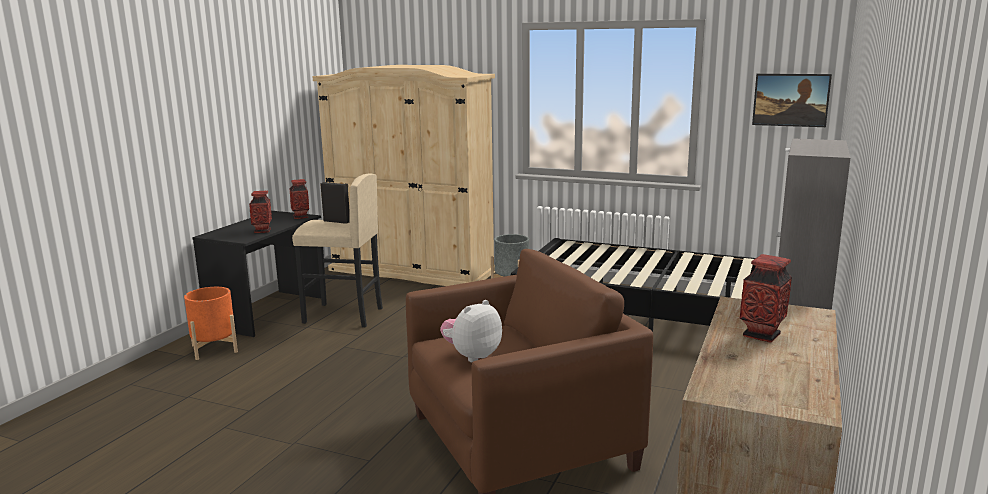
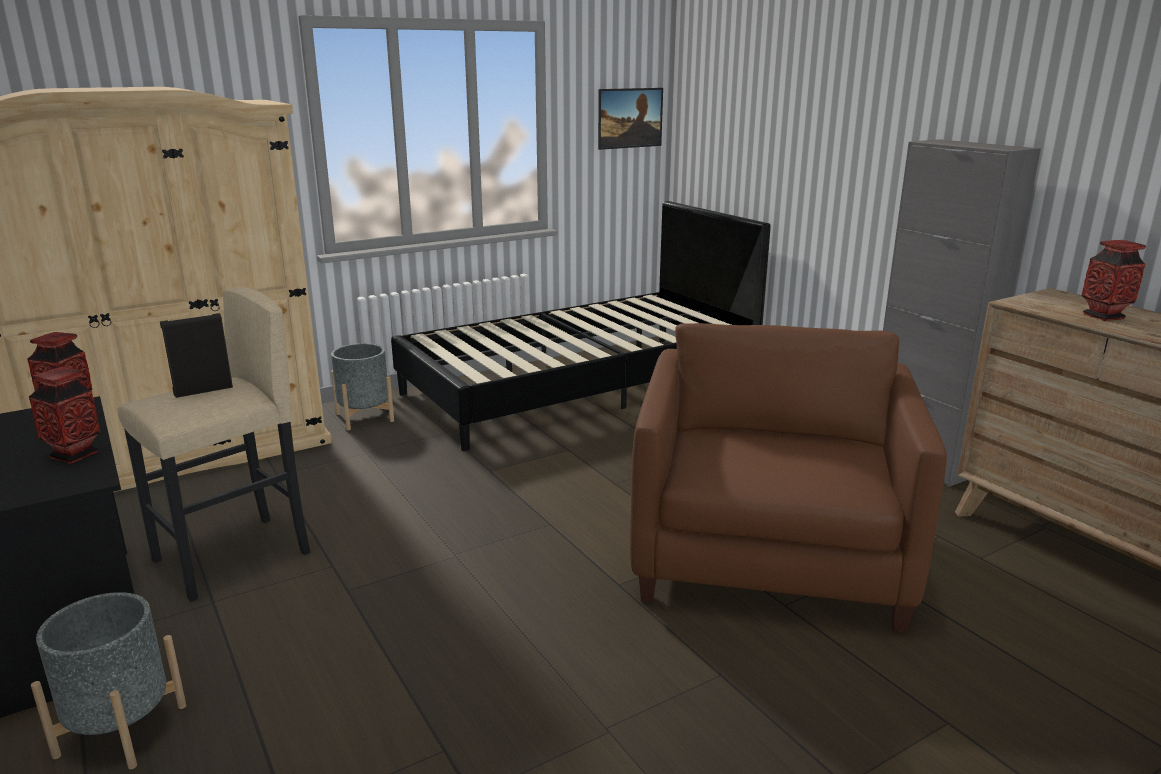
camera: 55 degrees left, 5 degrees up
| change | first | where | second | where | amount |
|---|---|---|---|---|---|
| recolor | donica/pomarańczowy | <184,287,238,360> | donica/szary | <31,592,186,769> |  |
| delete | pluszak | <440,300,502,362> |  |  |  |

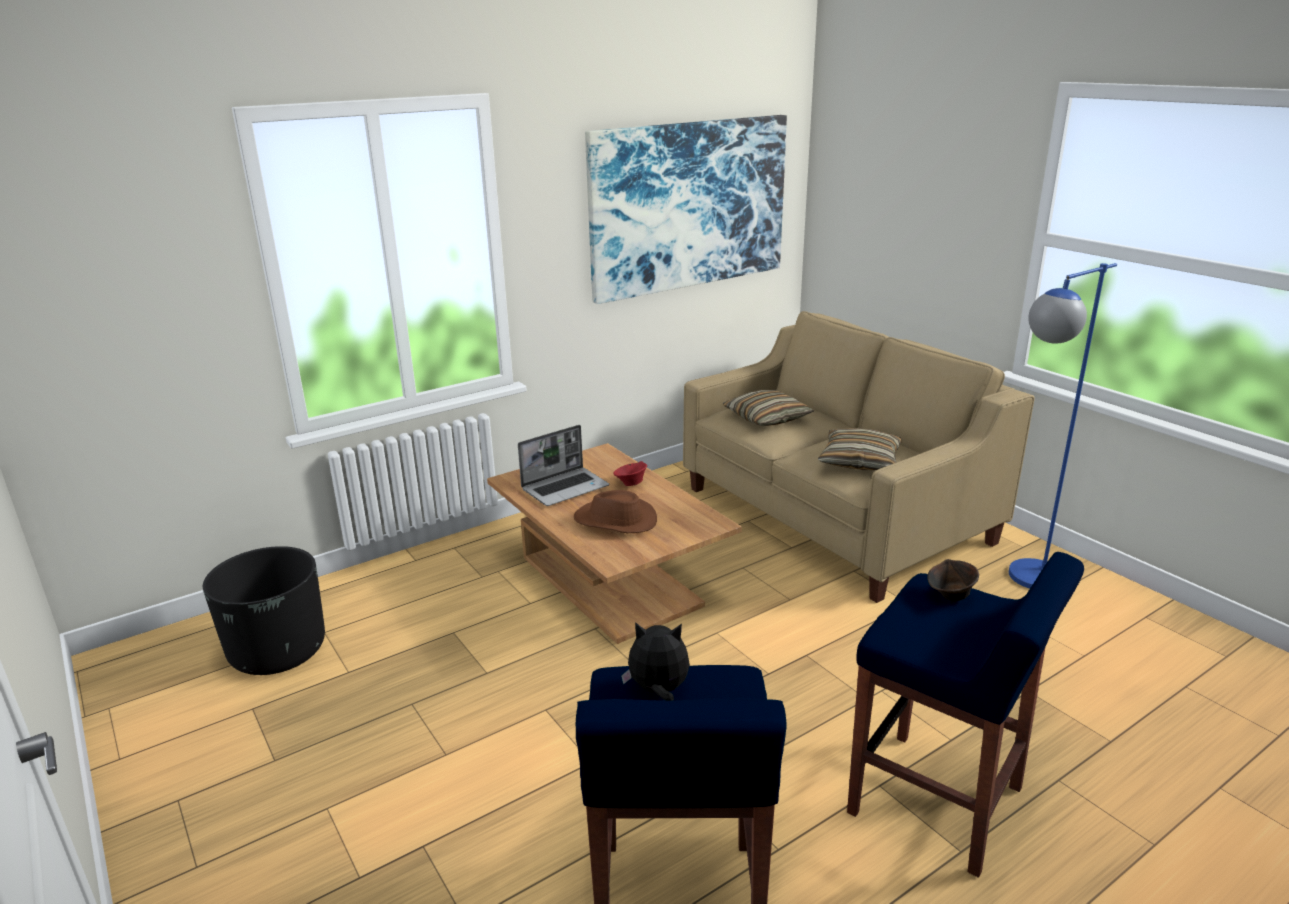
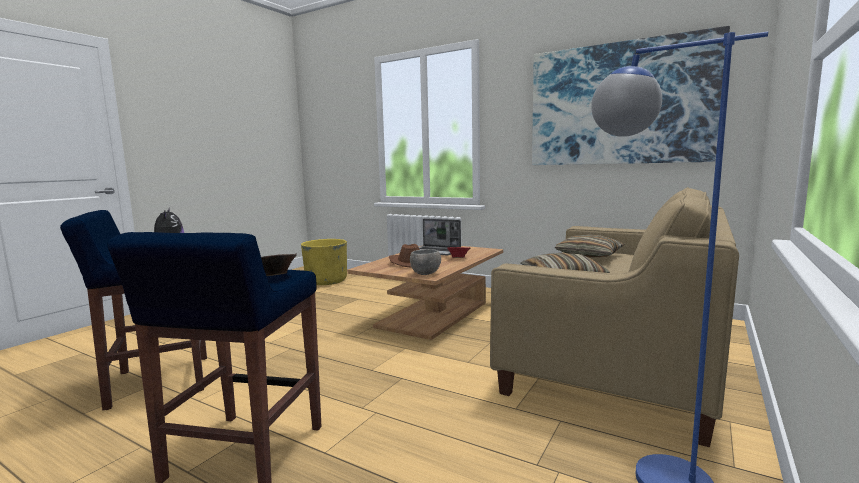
camera: 65 degrees right, 15 degrees down
| change | first | where | second | where | amount |
|---|---|---|---|---|---|
| recolor | donica/czarny | <203,546,325,675> | donica/żółty | <301,239,347,285> |  |
| insert |  |  | miska/szary | <410,249,441,275> |  |

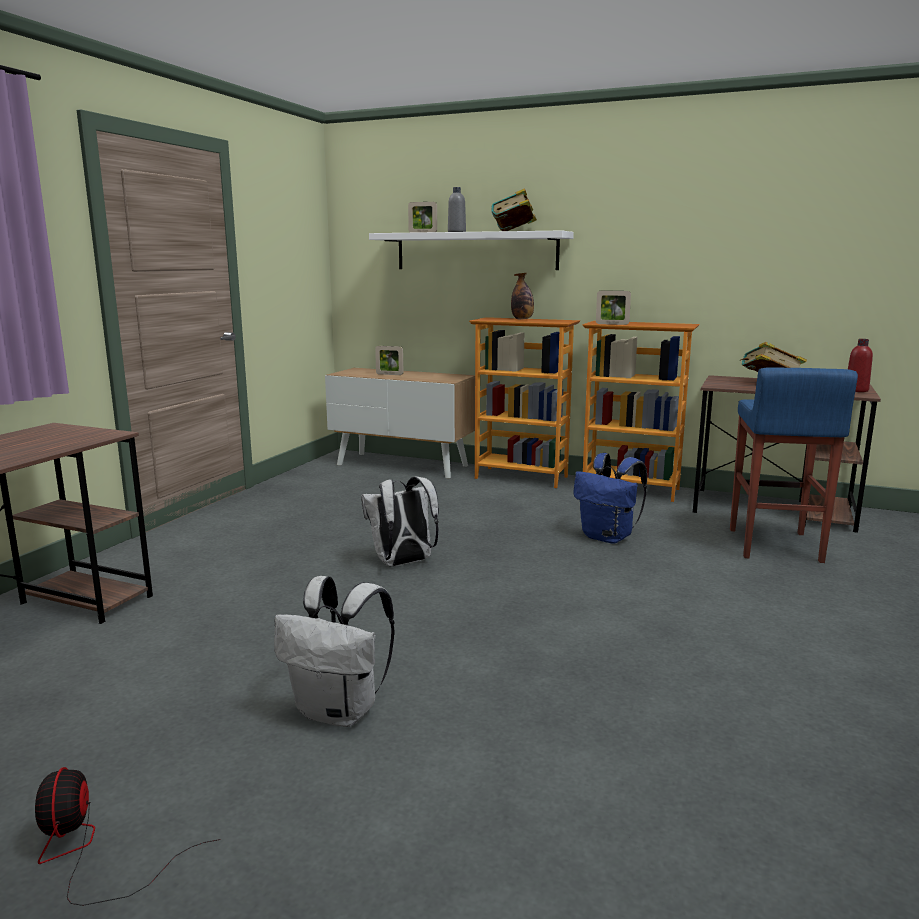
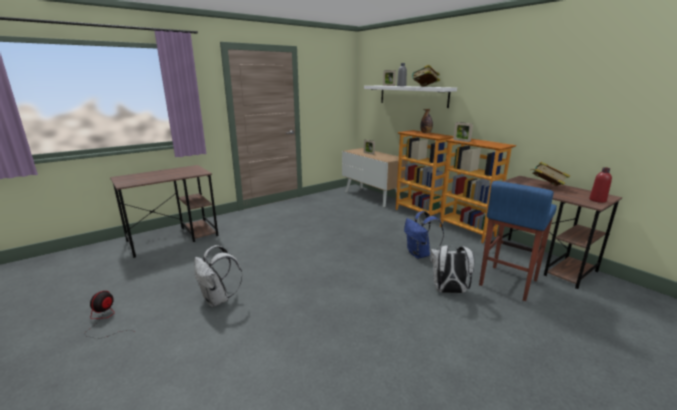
camera: 30 degrees right, 5 degrees up
| change | first | where | second | where | amount |
|---|---|---|---|---|---|
| move | plecak/biały | <361,477,439,566> |  | <430,245,474,293> |  |

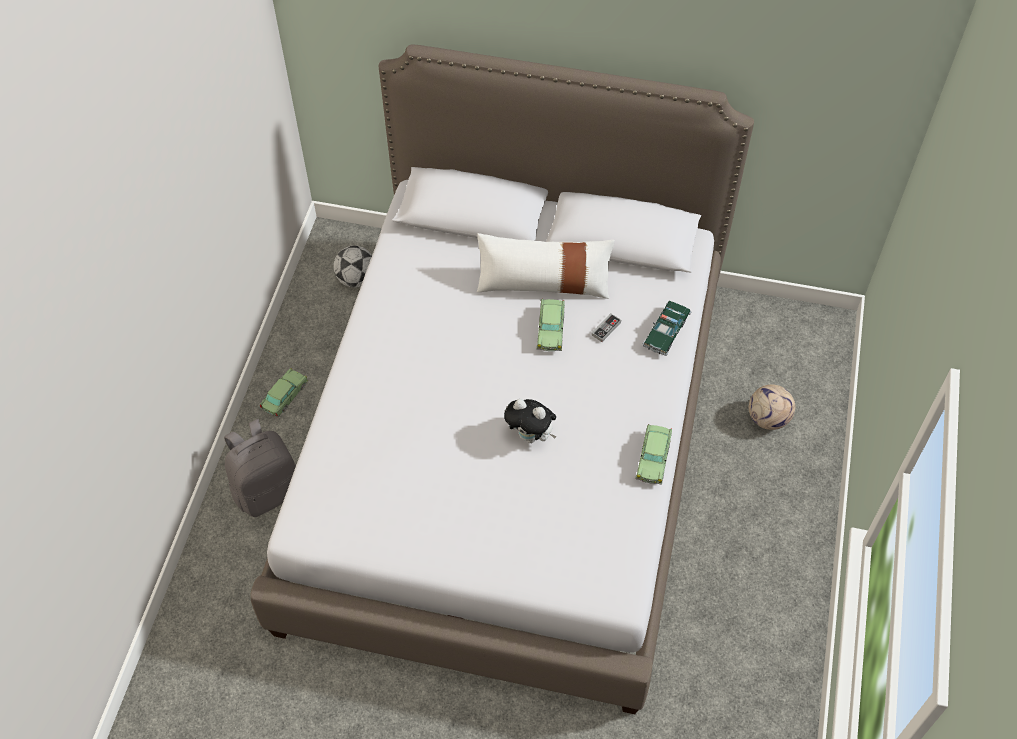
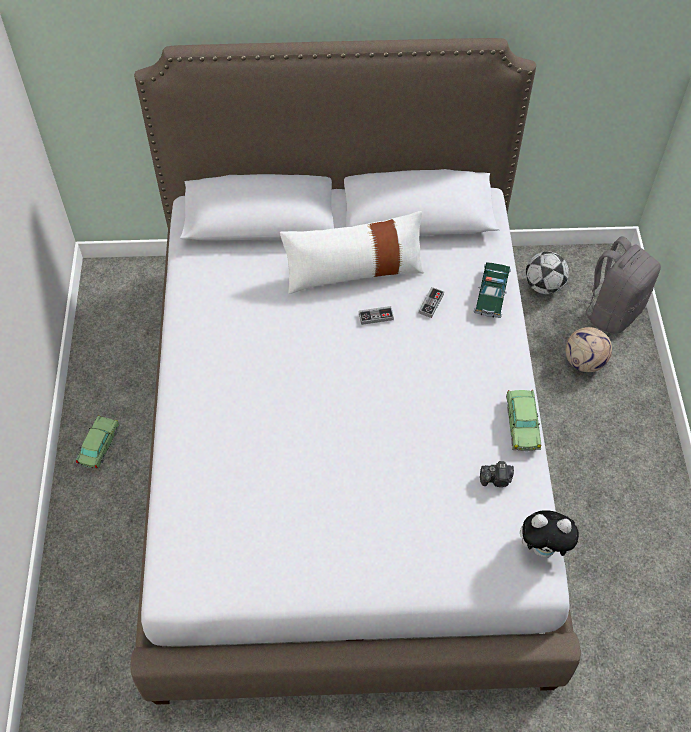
camera: 15 degrees left, 0 degrees up
| change | first | where | second | where | amount |
|---|---|---|---|---|---|
| move | plecak/szary | <224,419,296,517> |  | <576,236,661,334> |  |
| move | piłka futbolowa | <333,246,372,288> |  | <526,251,569,294> |  |
| move | pluszak | <504,399,557,443> |  | <520,510,582,557> |  |
| replace | samochodzik | <537,299,565,351> | pad do gier | <359,306,394,325> |  |
| insert |  |  | aparat fotograficzny | <480,461,514,487> |  |

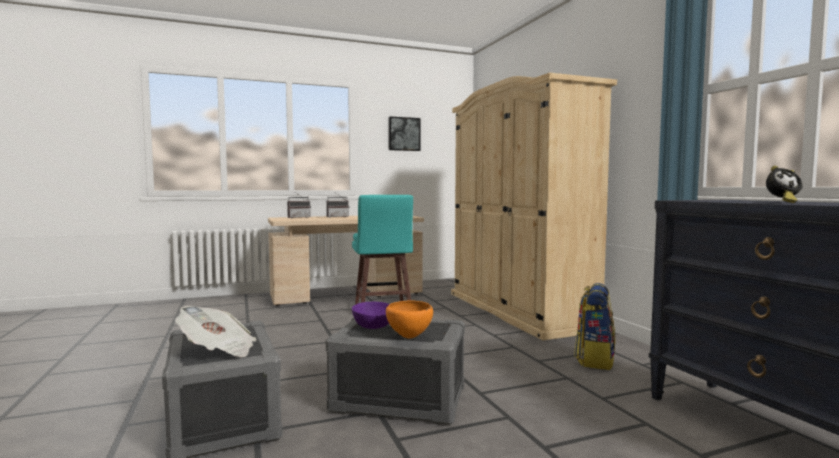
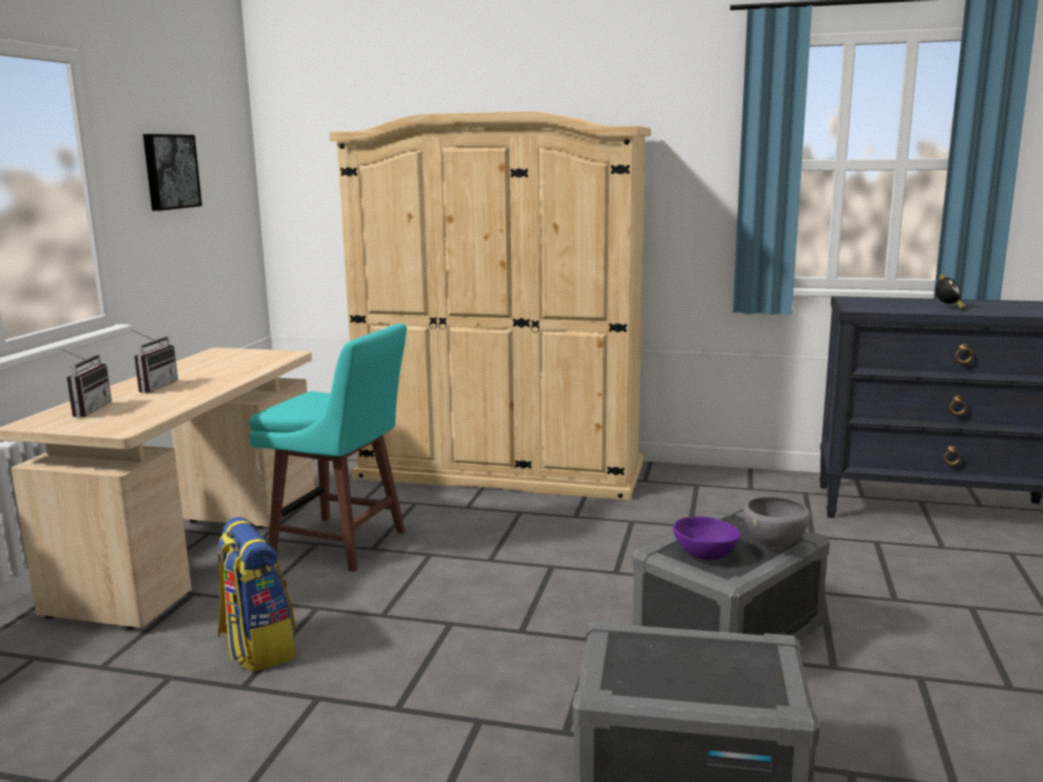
camera: 55 degrees left, 10 degrees up
| change | first | where | second | where | amount |
|---|---|---|---|---|---|
| delete | gazeta | <175,306,256,357> |  |  |  |
| recolor | miska/pomarańczowy | <386,300,433,339> | miska/szary | <743,497,810,549> |  |
| move | plecak | <574,283,615,370> |  | <218,517,296,672> |  |

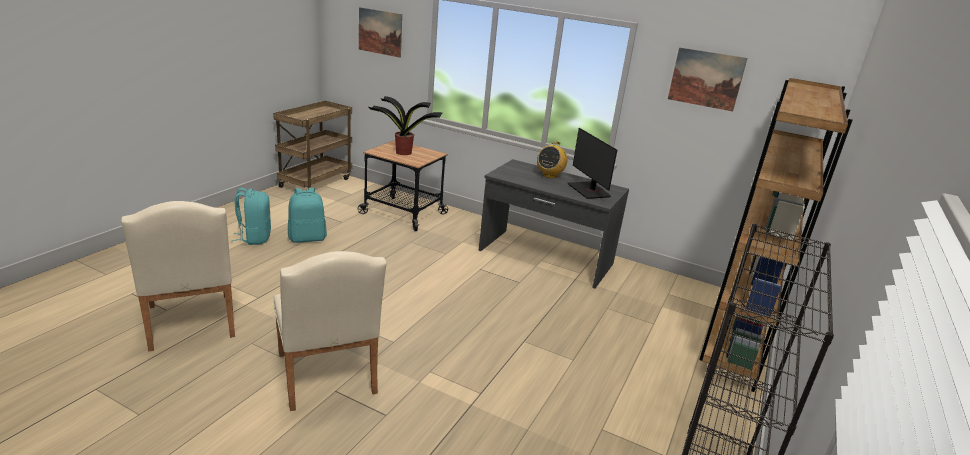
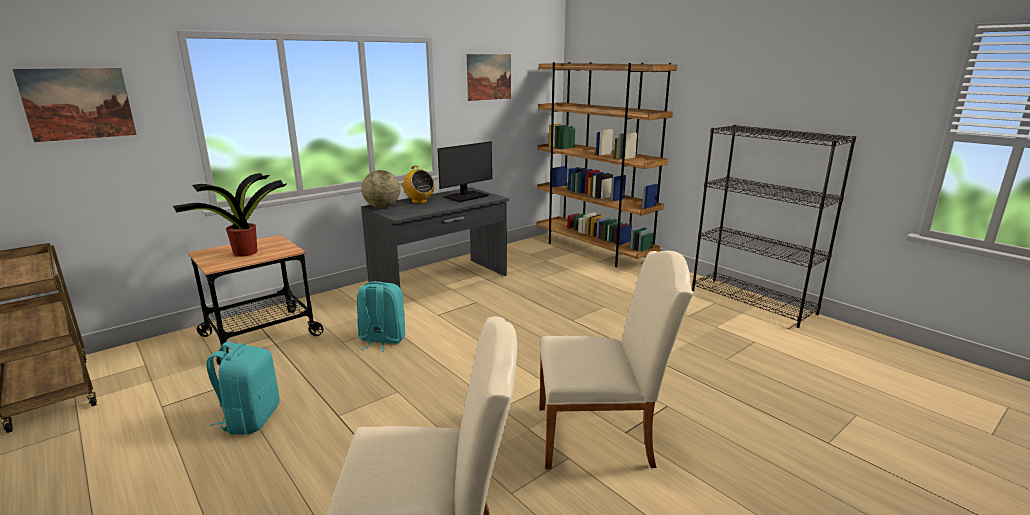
camera: 65 degrees left, 5 degrees down
| change | first | where | second | where | amount |
|---|---|---|---|---|---|
| move | plecak/turkusowy | <231,188,271,245> |  | <357,281,405,352> |  |
| rotate | monitor | <568,128,617,199> |  | <437,141,492,202> | 45 degrees counterclockwise |
| insert |  |  | globus | <362,170,400,208> |  |

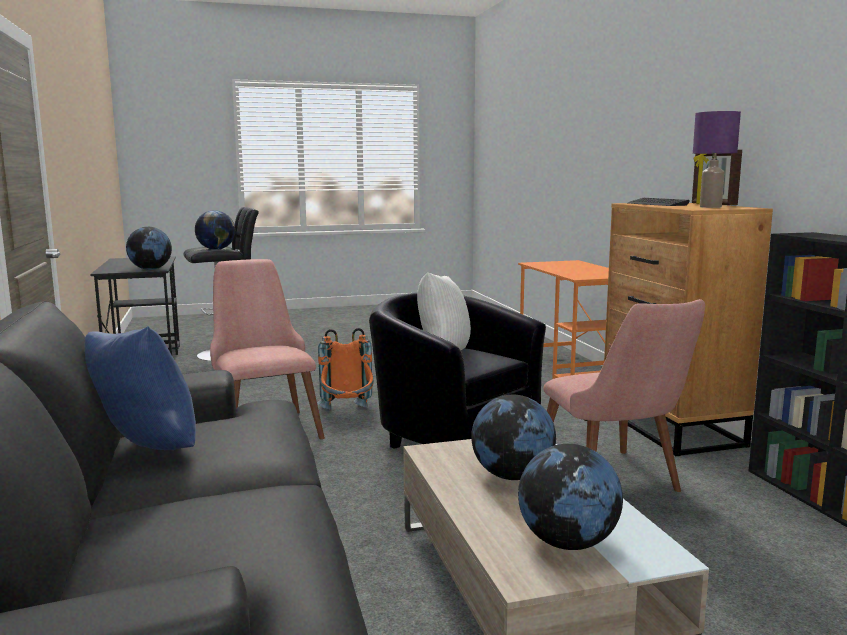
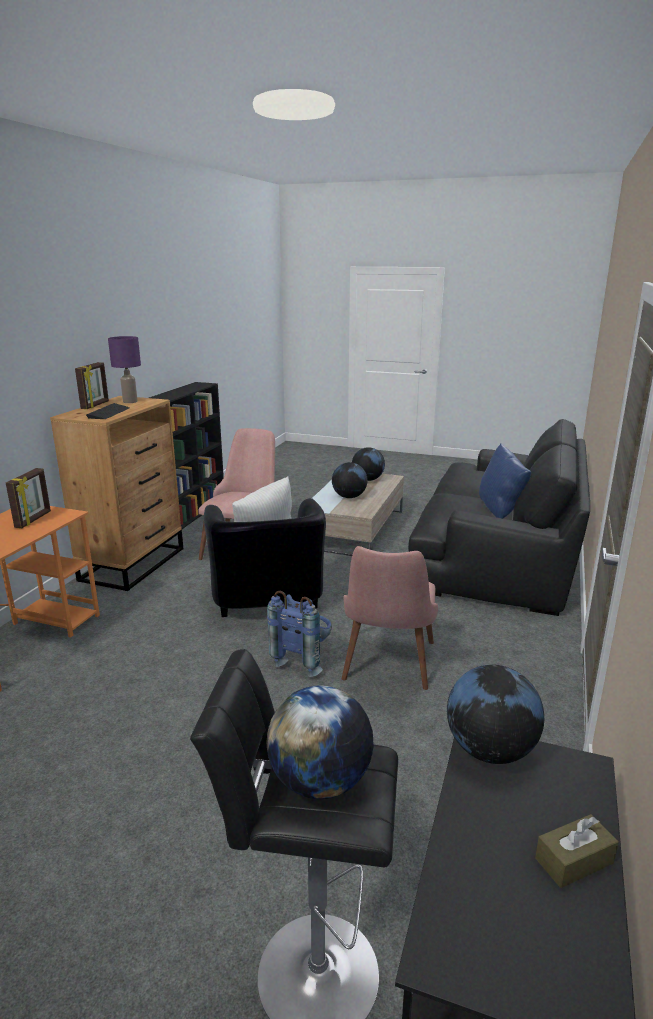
camera: 145 degrees left, 10 degrees up
| change | first | where | second | where | amount |
|---|---|---|---|---|---|
| recolor | plecak/pomarańczowy | <317,328,374,410> | plecak/niebieski | <267,591,332,677> |  |
| insert |  |  | ramka na zdjęcie | <6,468,51,528> |  |
| insert |  |  | pudełko chusteczek/brązowy | <535,814,619,888> |  |

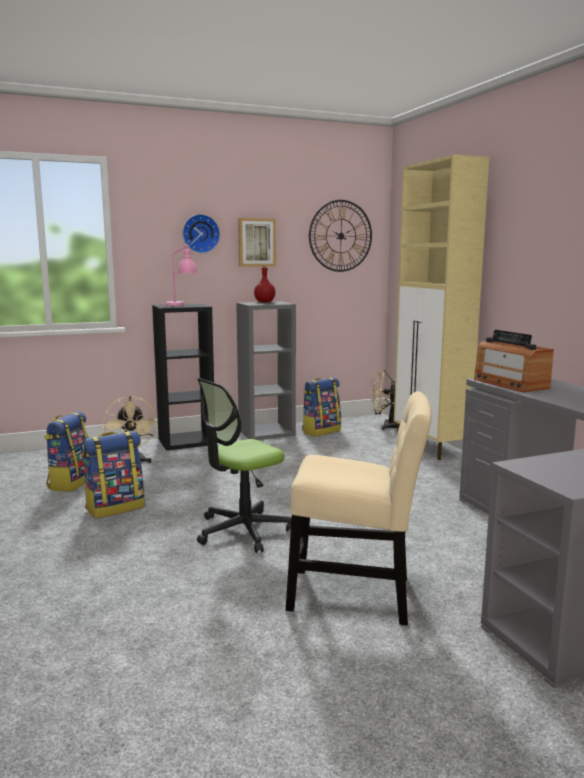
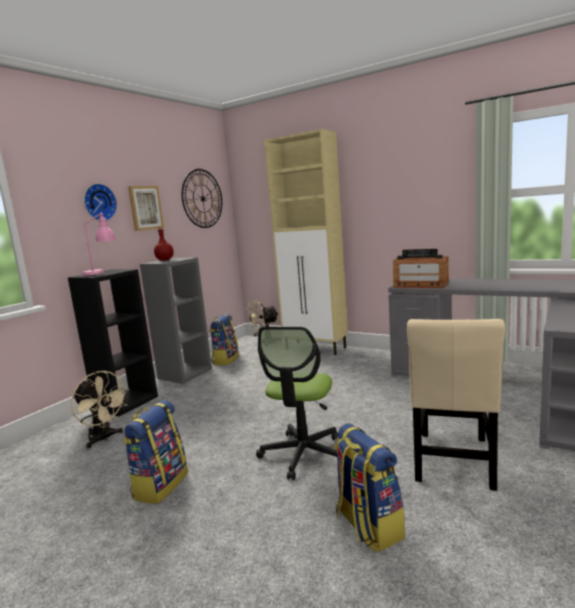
camera: 35 degrees left, 0 degrees up
| change | first | where | second | where | amount |
|---|---|---|---|---|---|
| move | plecak | <45,411,89,492> |  | <334,423,405,552> |  |
| rotate | krzesło/beżowy | <286,391,432,625> |  | <407,319,505,491> | 135 degrees clockwise |

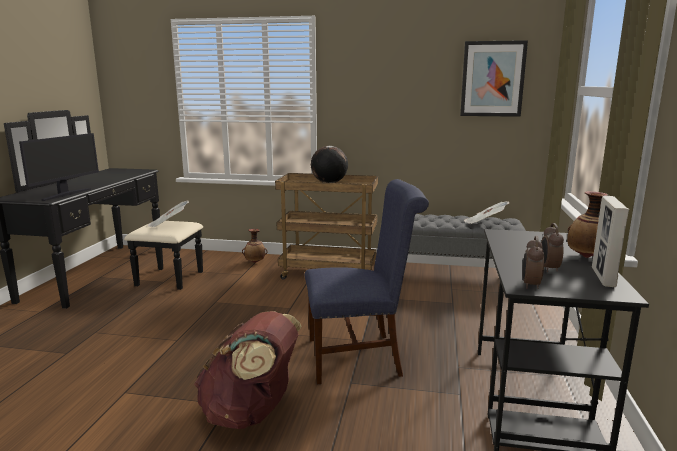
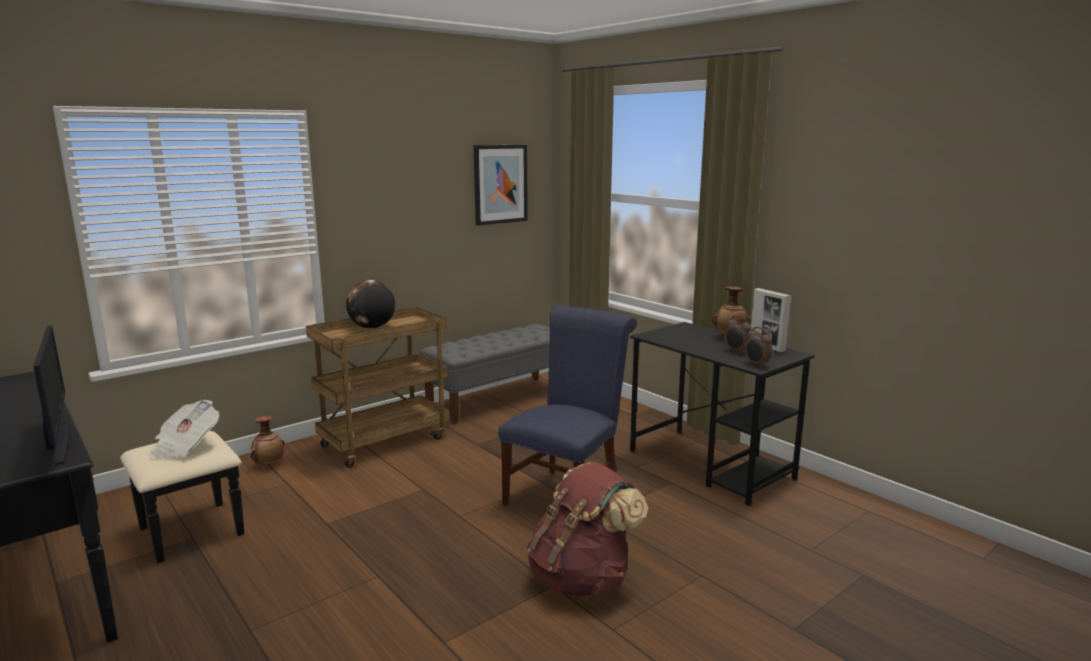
camera: 50 degrees left, 0 degrees up
| change | first | where | second | where | amount |
|---|---|---|---|---|---|
| delete | gazeta | <464,201,509,224> |  |  |  |

